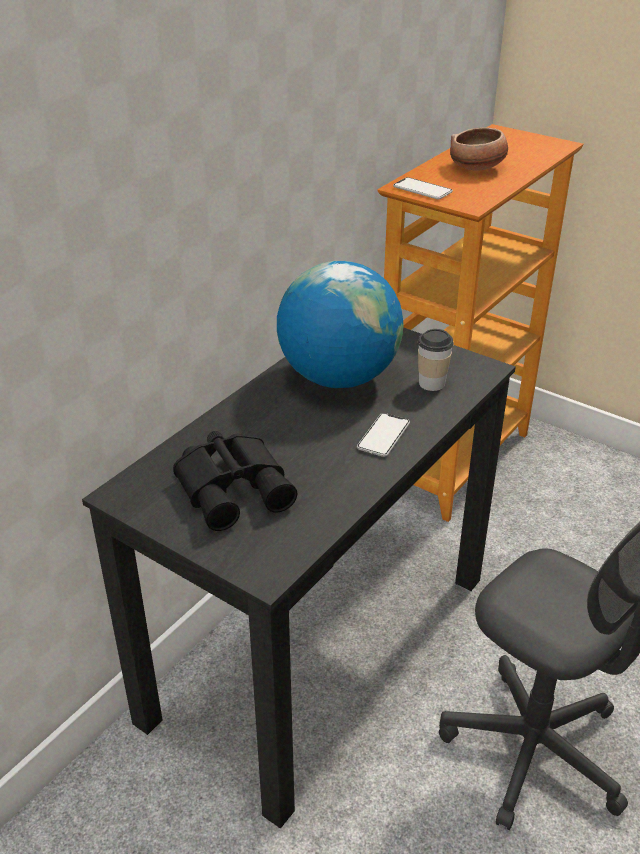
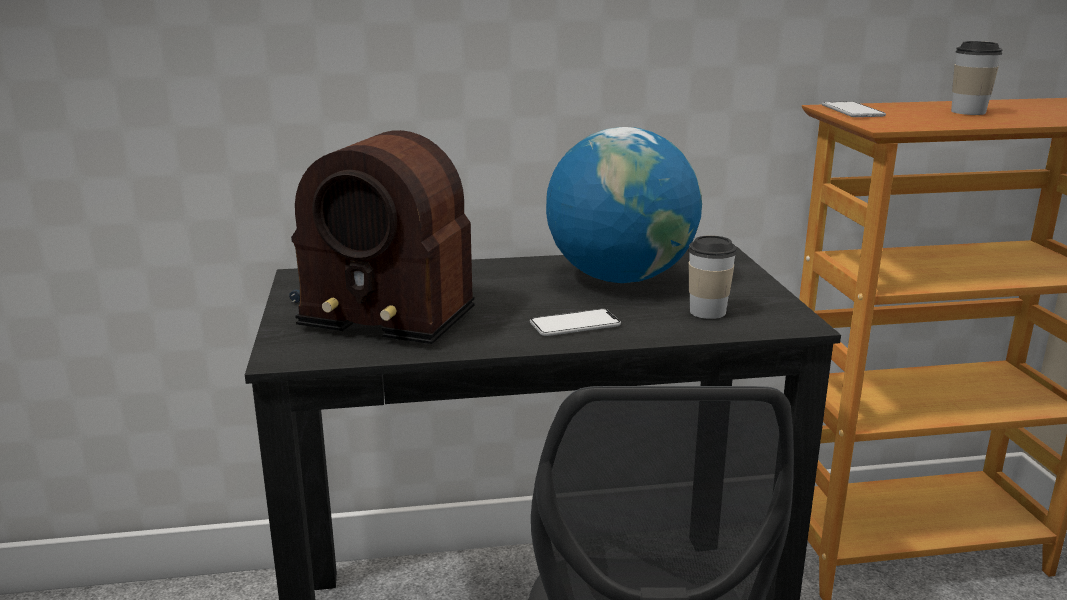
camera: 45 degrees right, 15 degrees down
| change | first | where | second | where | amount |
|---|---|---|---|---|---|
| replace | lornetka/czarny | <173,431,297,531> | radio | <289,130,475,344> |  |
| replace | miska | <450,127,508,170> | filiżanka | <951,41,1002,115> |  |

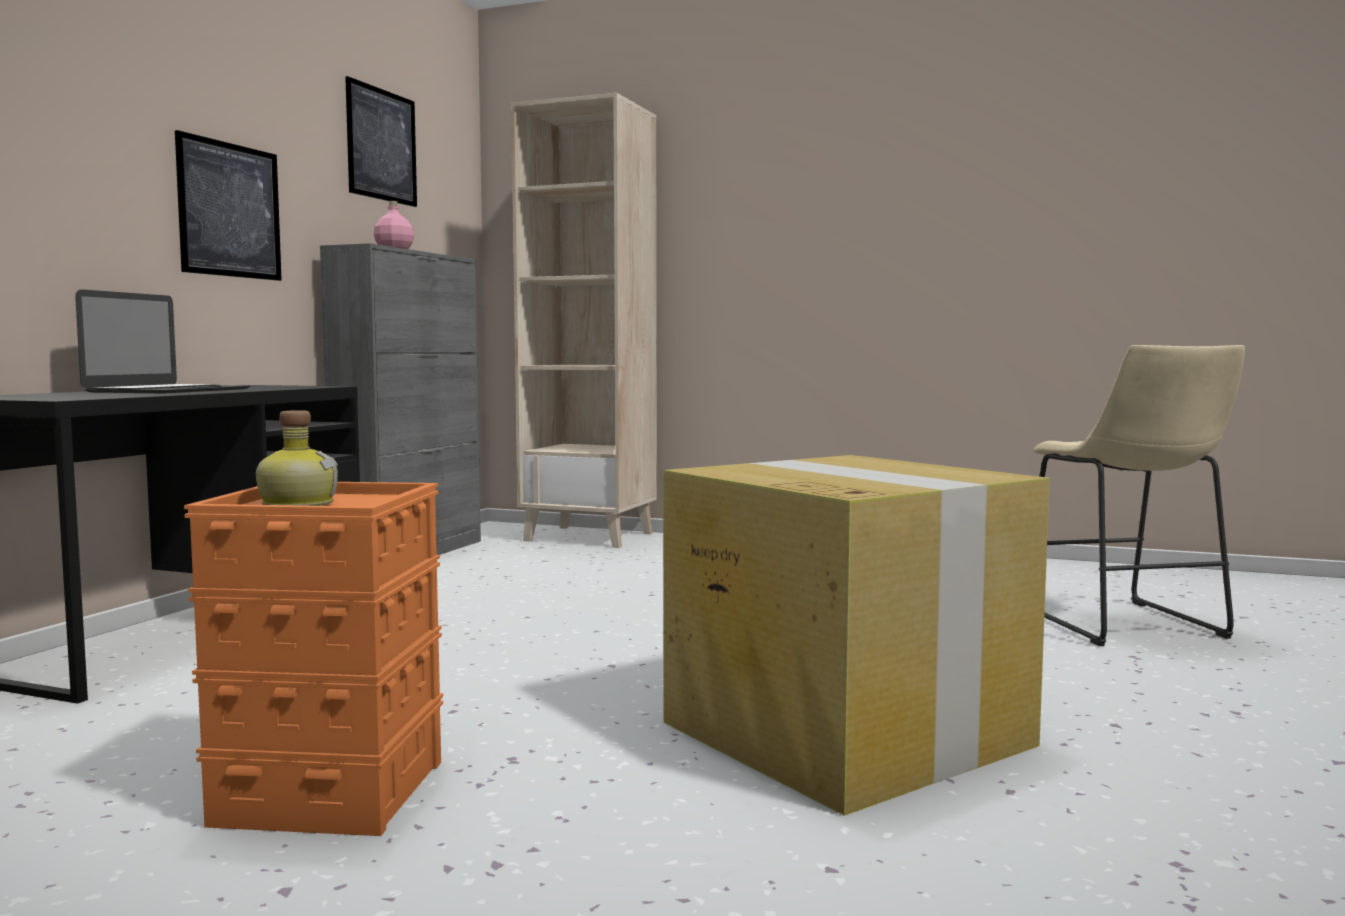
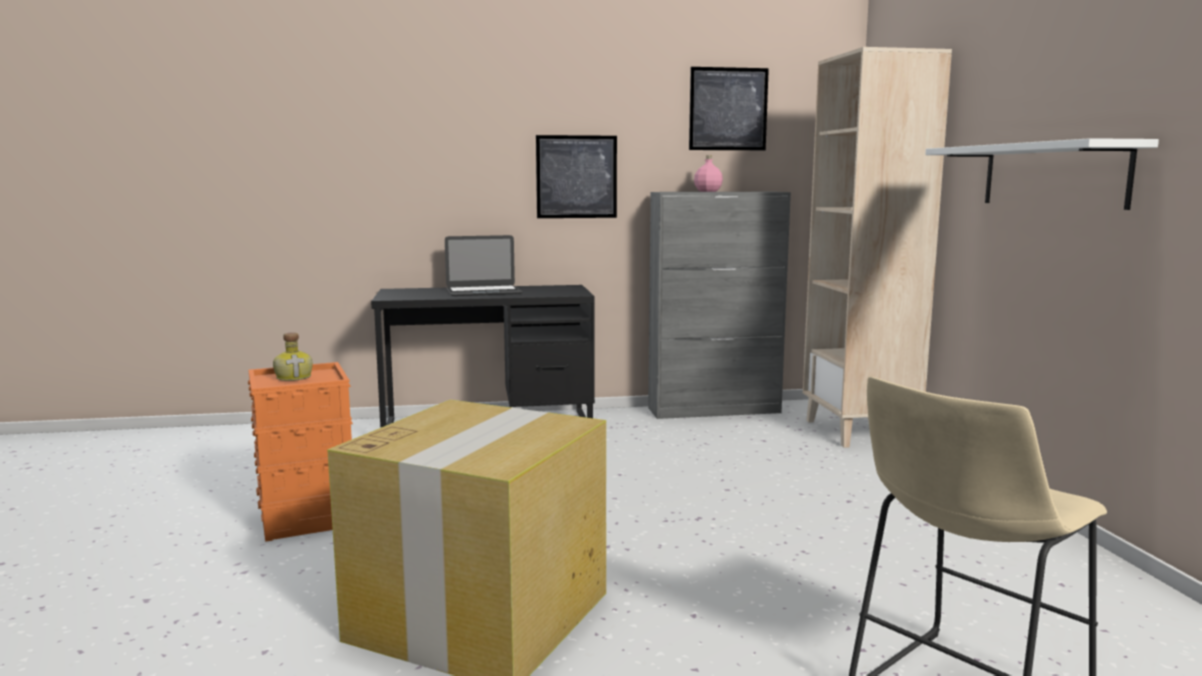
camera: 60 degrees right, 5 degrees up
| change | first | where | second | where | amount |
|---|---|---|---|---|---|
| insert |  |  | półka/biały | <926,138,1159,210> |  |

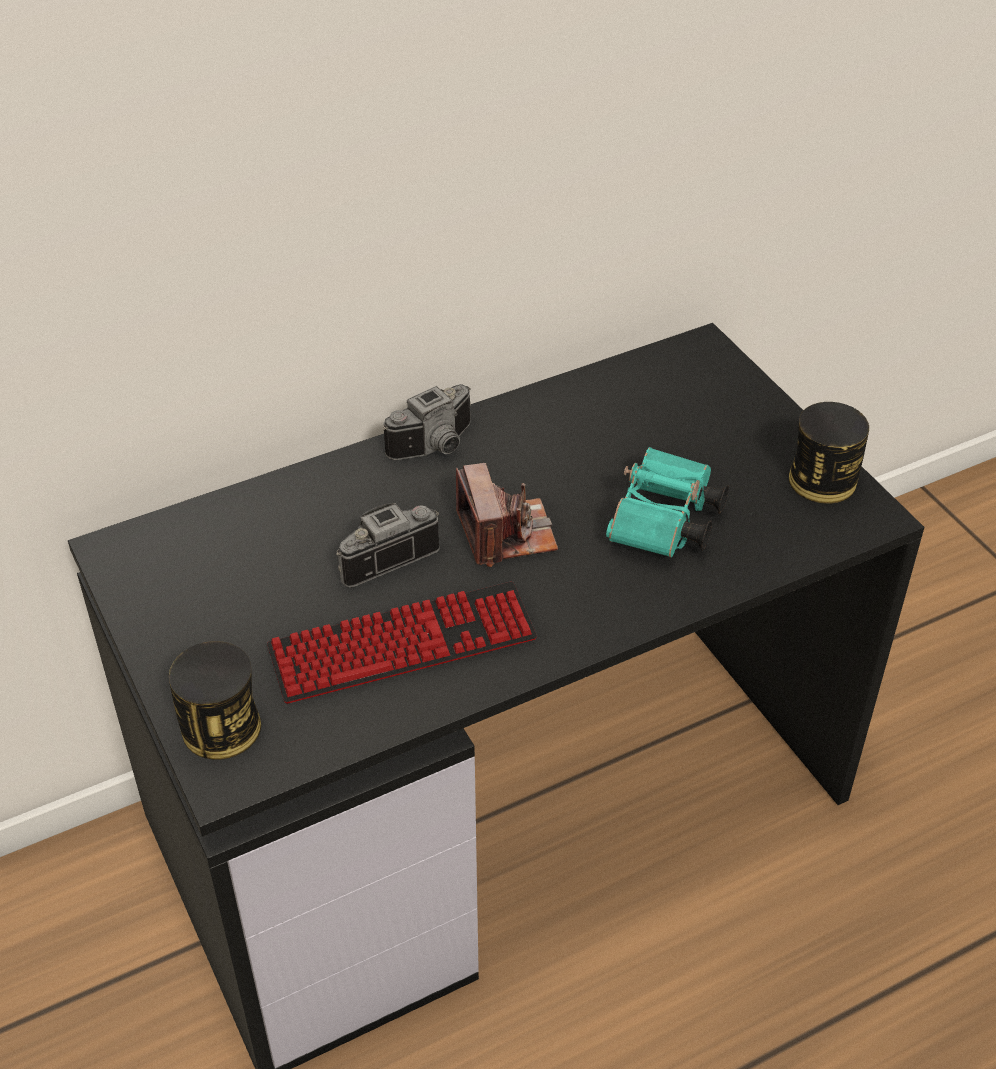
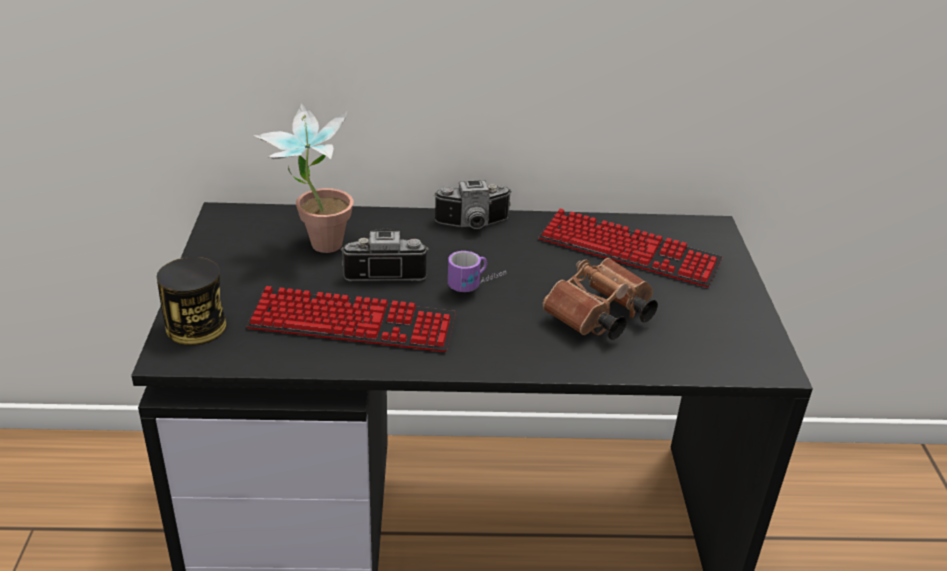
camera: 25 degrees right, 10 degrees down
| change | first | where | second | where | amount |
|---|---|---|---|---|---|
| replace | aparat fotograficzny | <456,463,558,567> | kubek | <448,251,506,292> |  |
| recolor | lornetka/turkusowy | <606,447,729,557> | lornetka/brązowy | <542,258,658,340> |  |
| delete | puszka | <789,402,869,504> |  |  |  |
| insert |  |  | roślina doniczkowa | <253,103,354,253> |  |
| insert |  |  | klawiatura | <539,209,723,287> |  |

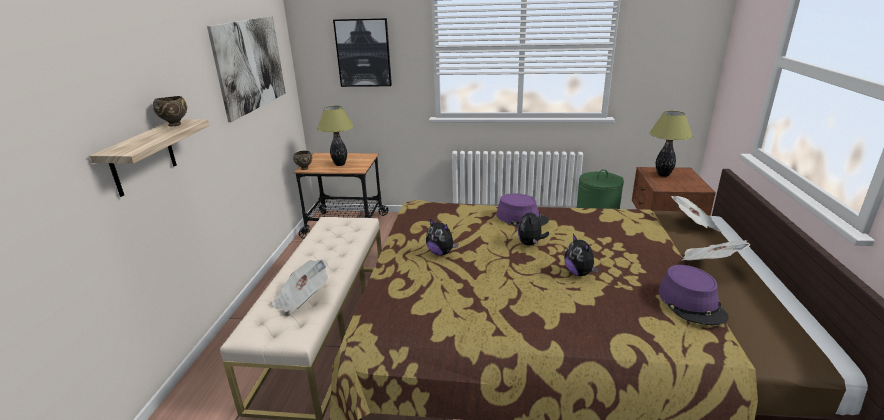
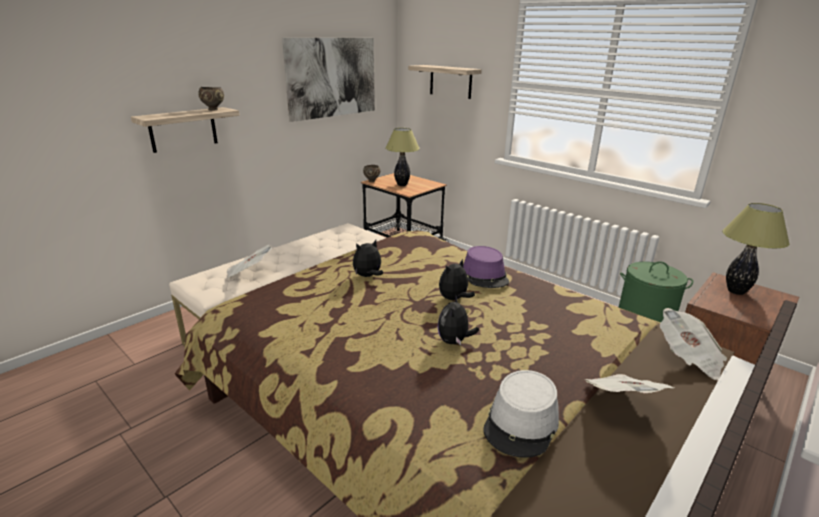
camera: 35 degrees right, 0 degrees up
| change | first | where | second | where | amount |
|---|---|---|---|---|---|
| replace | obraz | <333,18,392,87> | półka | <408,65,482,99> |  |
| rotate | pluszak | <426,219,459,256> |  | <353,240,383,277> | 75 degrees clockwise |
| recolor | kapelusz/fioletowy | <658,265,729,325> | kapelusz/szary | <484,370,559,458> |  |

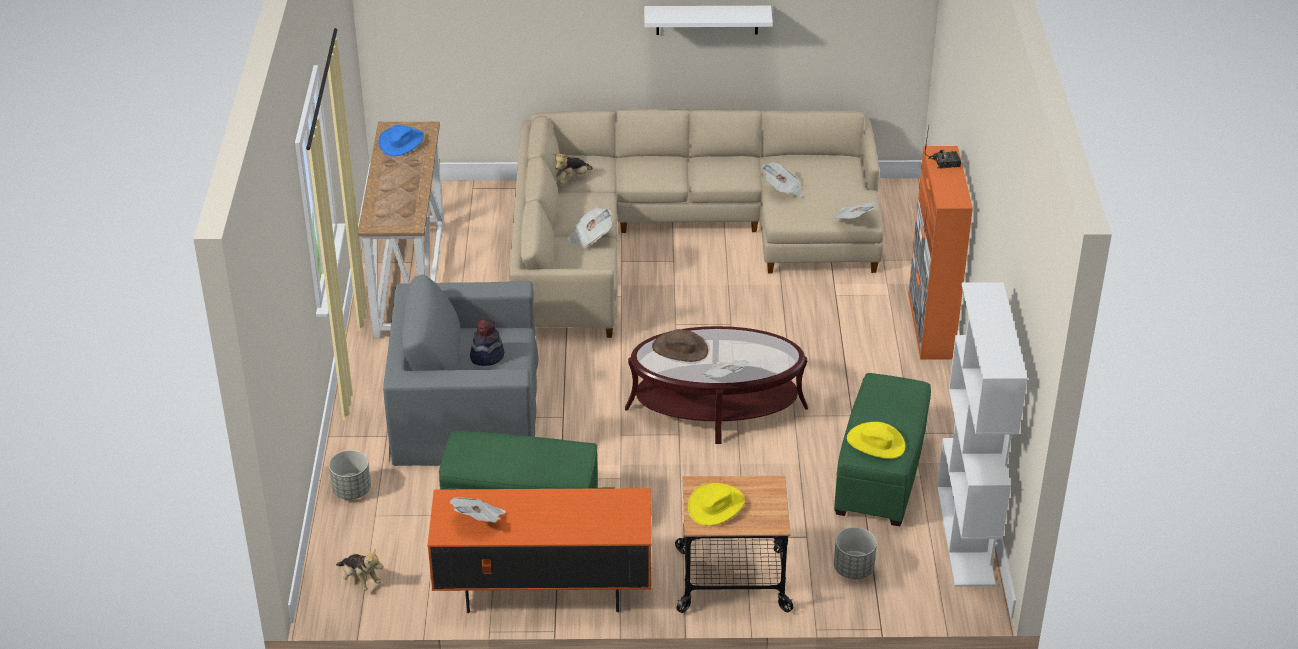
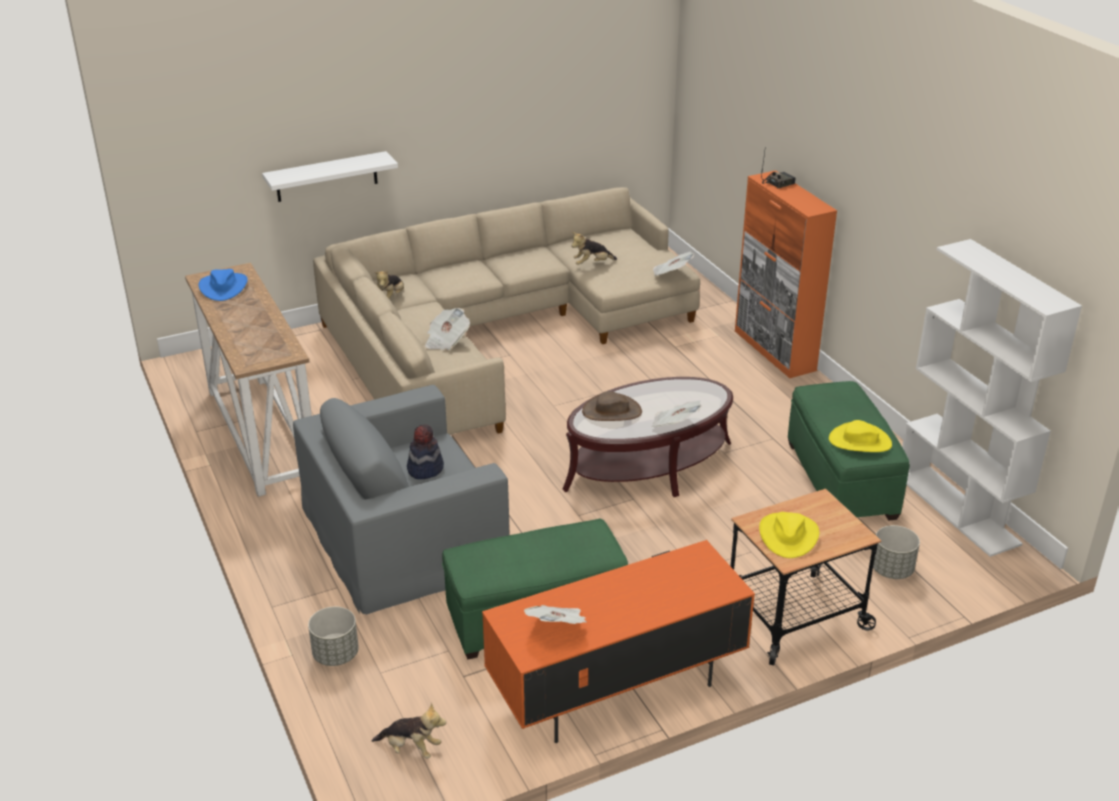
camera: 25 degrees left, 5 degrees down
| change | first | where | second | where | amount |
|---|---|---|---|---|---|
| move | półka/biały | <644,6,773,35> |  | <262,151,398,202> |  |
| replace | gazeta | <762,162,803,197> | pluszak | <571,232,617,265> |  |

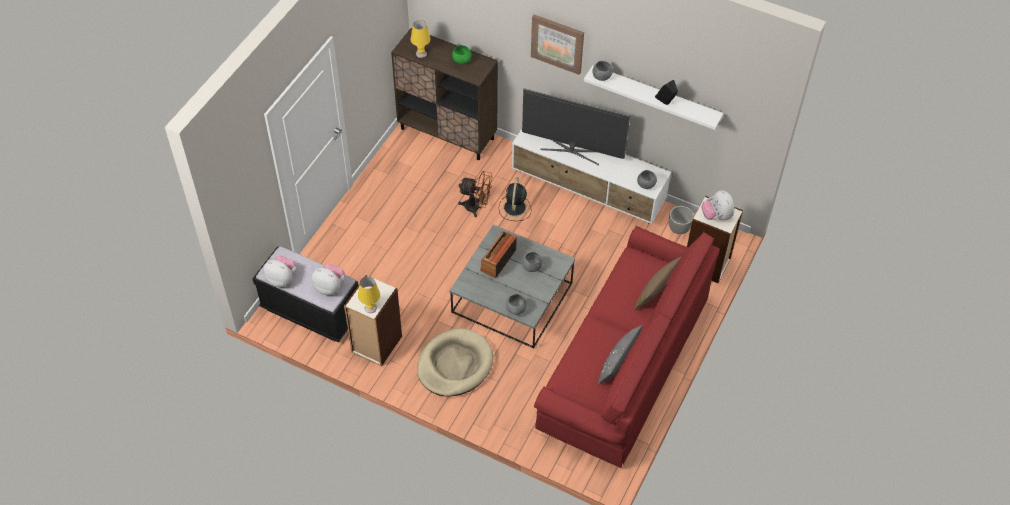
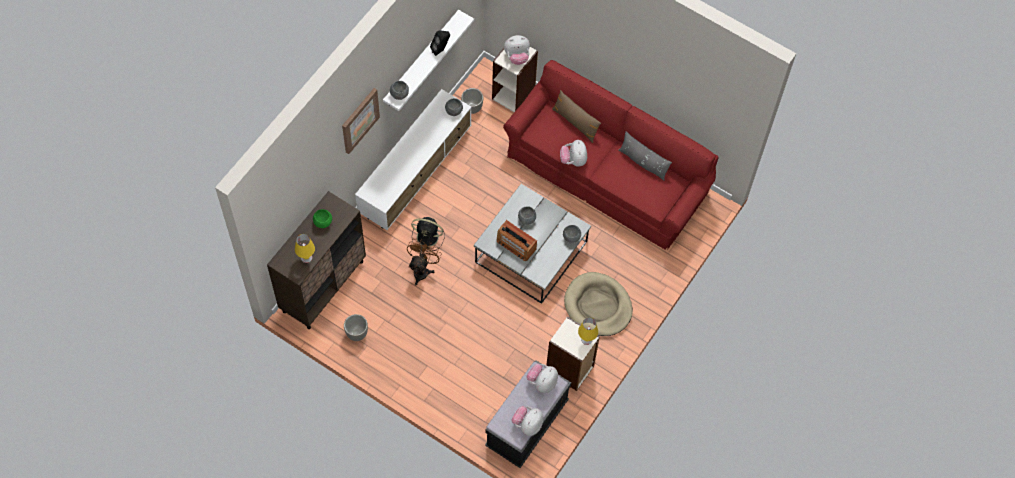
camera: 85 degrees left, 10 degrees up
| change | first | where | second | where | amount |
|---|---|---|---|---|---|
| delete | telewizor | <522,88,630,165> |  |  |  |
| insert |  |  | donica | <344,314,368,341> |  |
| insert |  |  | pluszak | <560,140,587,167> |  |

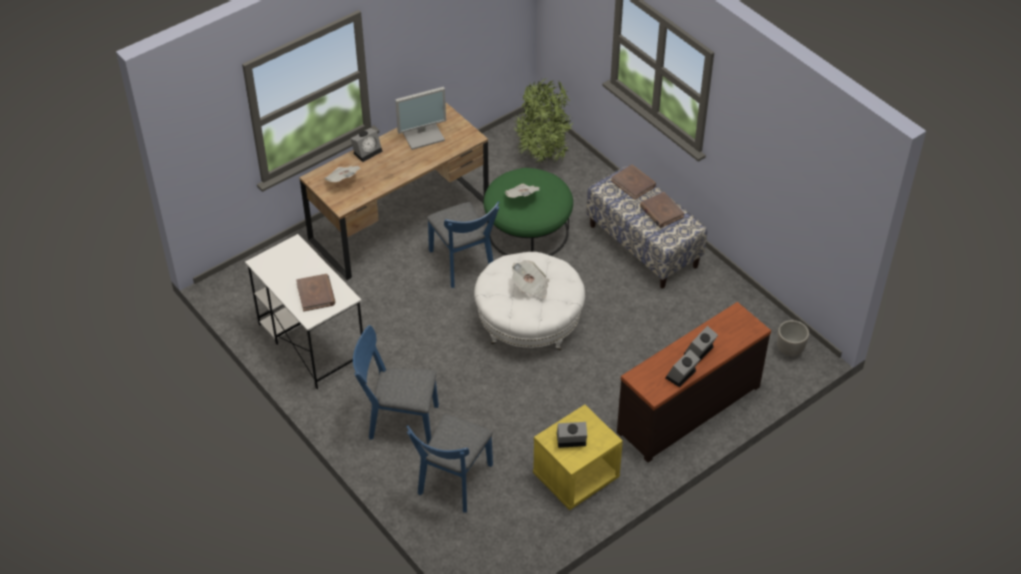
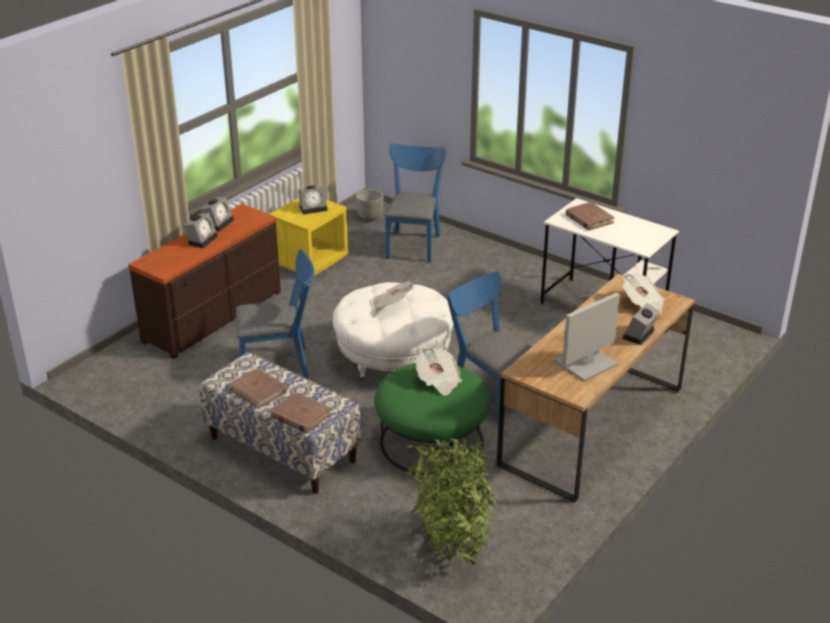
camera: 165 degrees right, 15 degrees down
| change | first | where | second | where | amount |
|---|---|---|---|---|---|
| move | krzesło/niebieski | <353,325,439,444> |  | <236,249,315,379> |  |
| move | donica | <777,320,809,356> |  | <356,189,384,221> |  |

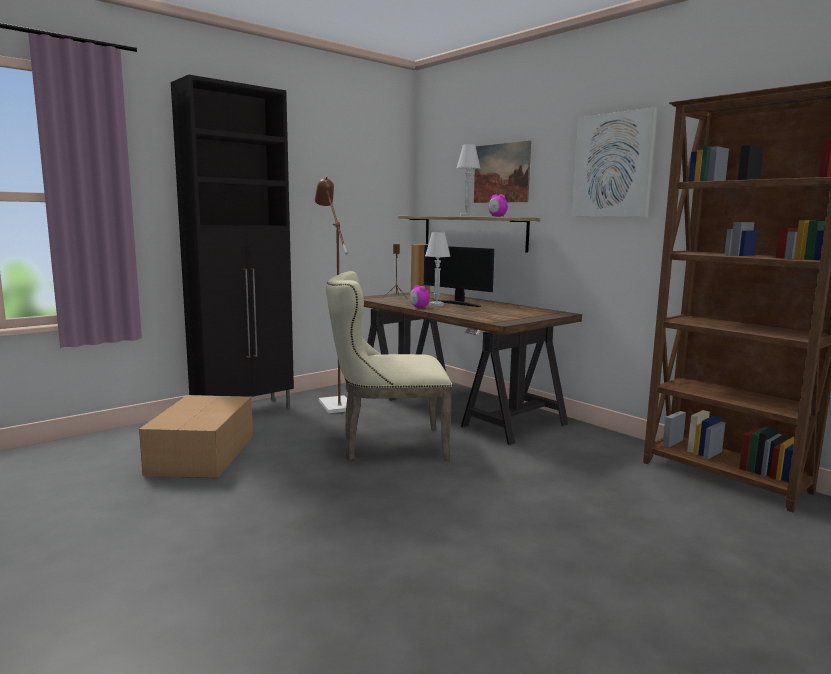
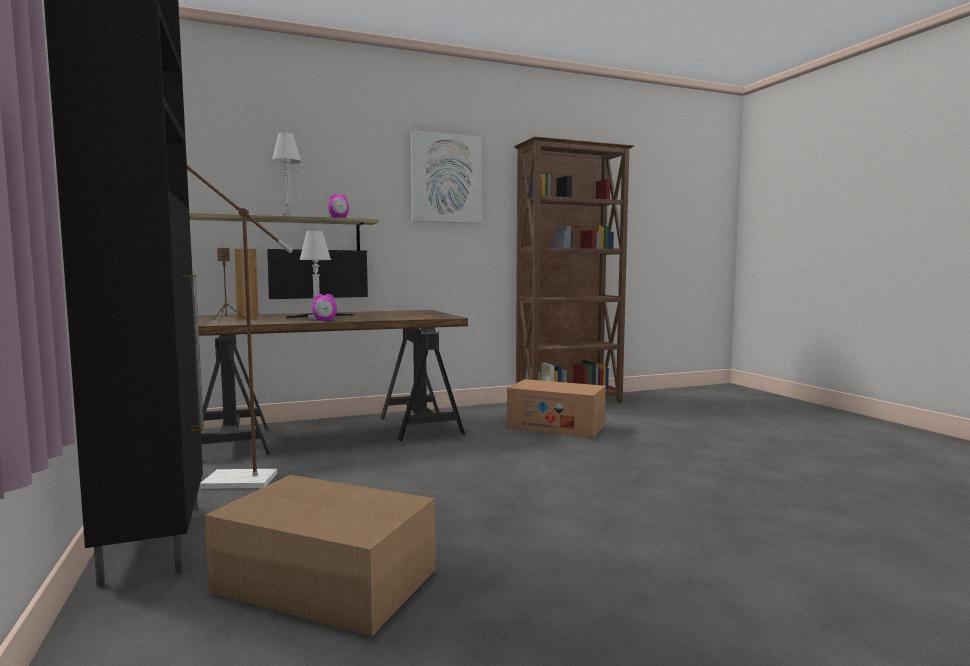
camera: 70 degrees left, 5 degrees down
| change | first | where | second | where | amount |
|---|---|---|---|---|---|
| delete | krzesło/beżowy | <326,271,453,461> |  |  |  |
| delete | obraz | <474,141,531,203> |  |  |  |
| insert |  |  | karton | <507,379,606,439> |  |

